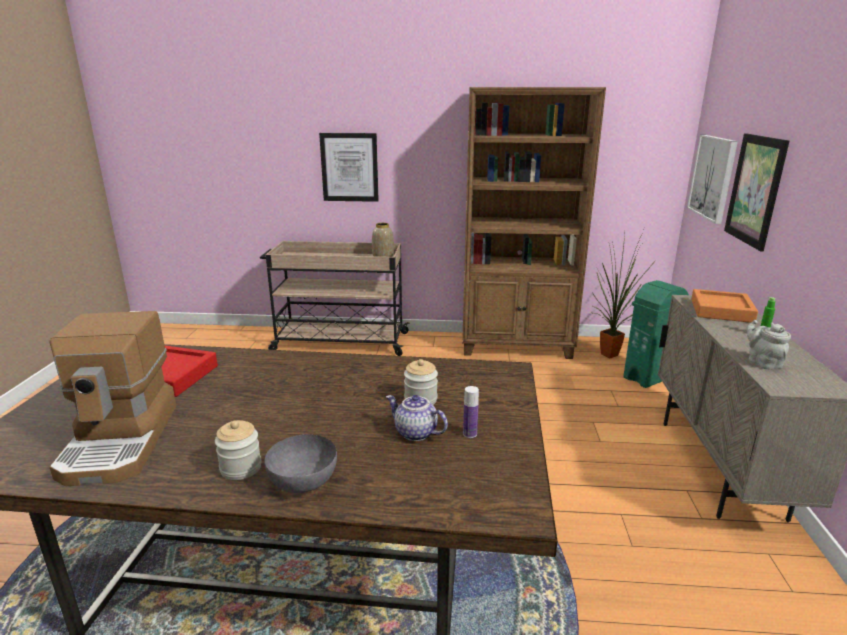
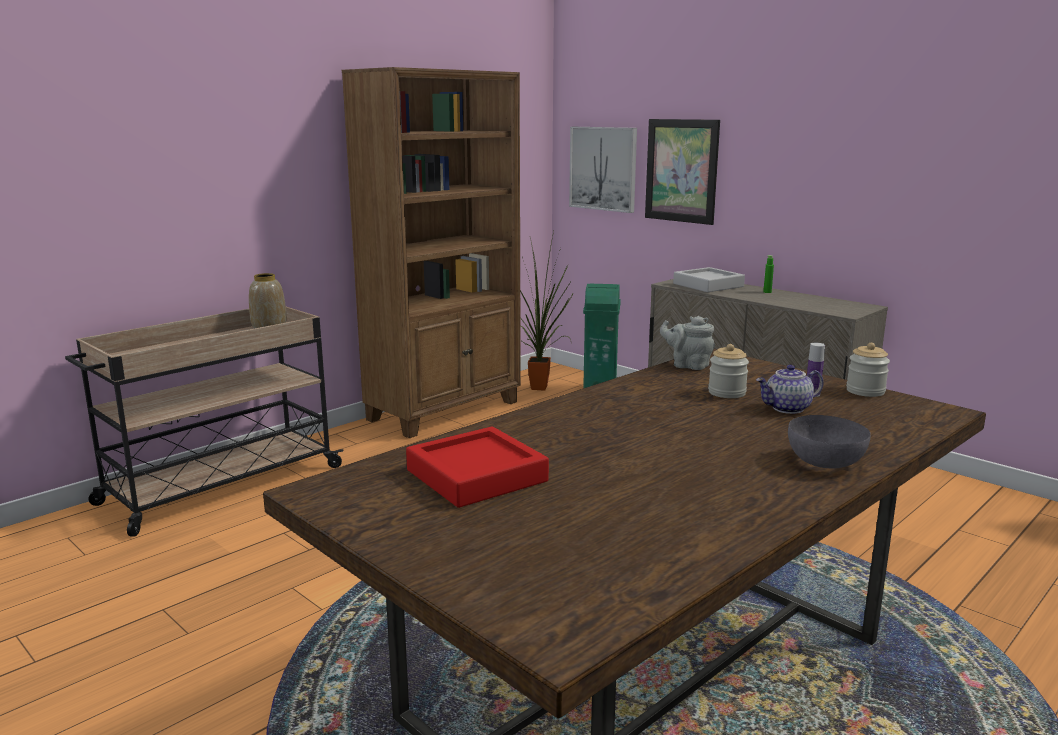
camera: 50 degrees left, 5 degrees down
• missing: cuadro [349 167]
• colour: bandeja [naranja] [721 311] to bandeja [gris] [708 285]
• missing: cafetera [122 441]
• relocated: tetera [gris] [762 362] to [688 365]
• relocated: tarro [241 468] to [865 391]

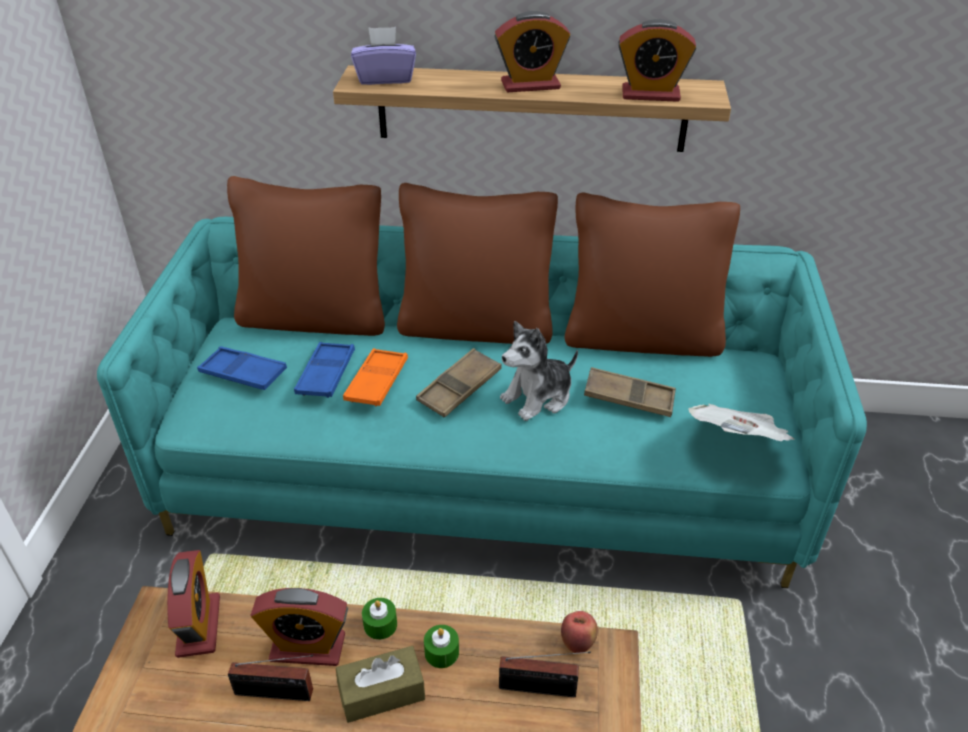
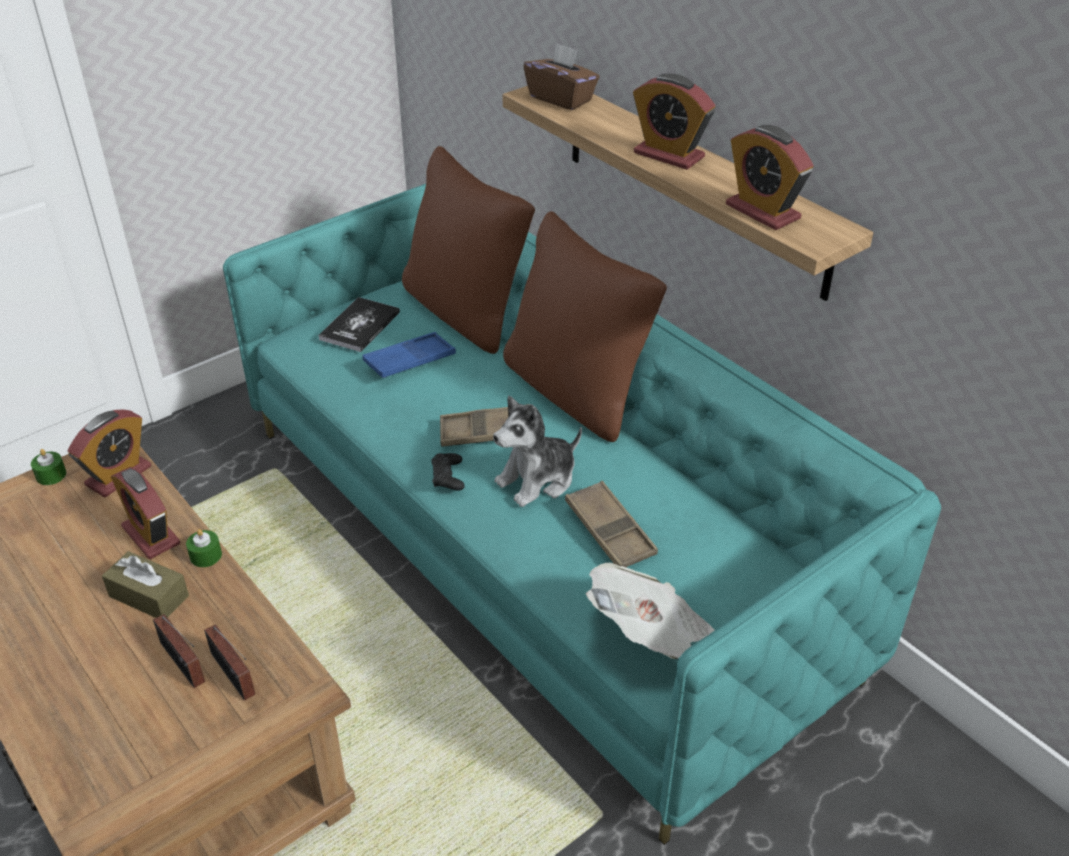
camera: 45 degrees right, 0 degrees up
• colour: caja de pañuelos [morado] [385 78] to caja de pañuelos [marrón] [561 99]
• missing: cojín [marrón] [642 337]
• spun: peluche [538 397] = [537 480] 45 degrees counterclockwise
• exchanged: bandeja [azul] [243 373] to libro [360 326]
• missing: bandeja [naranja] [377 382]
• missing: manzana [577 643]
• relocated: vela [verde] [441 652] to [51 475]
• relocated: radio [278 693] to [183 666]
• appeared: mando de consola [negro] [448 476]

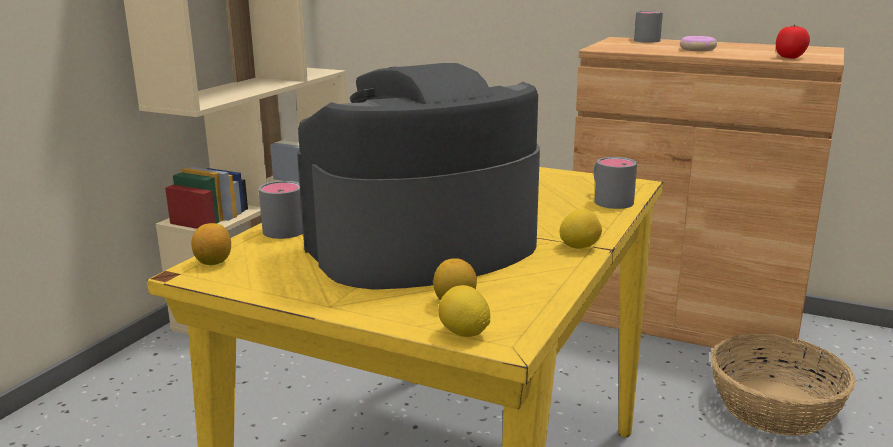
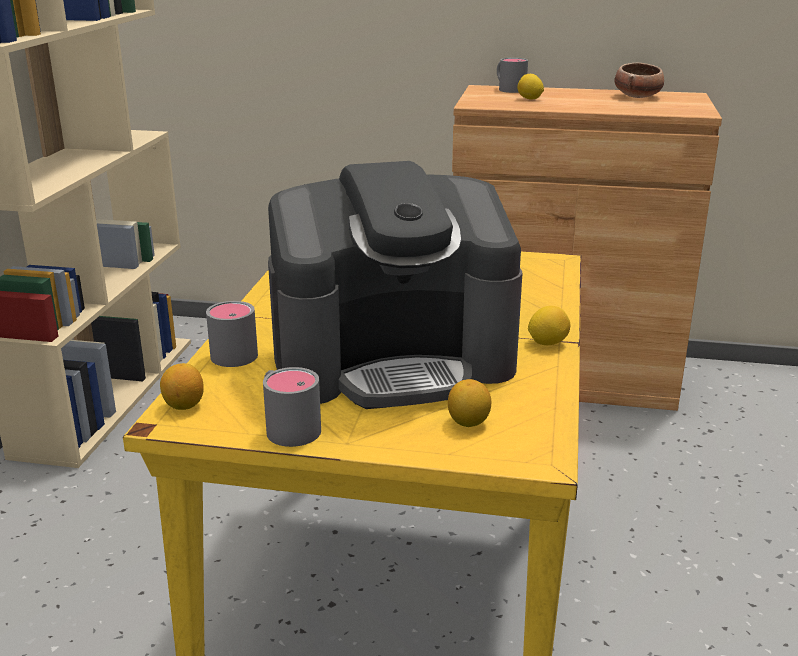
camera: 15 degrees left, 5 degrees up
• missing: tomate [790 57]
• missing: rosquilla [697 49]
• spun: cafetera [422 246] = [393 359] 150 degrees counterclockwise
• relocated: taza grande [gris] [608 199] to [287 426]
• relocated: limón [464 333] to [529 99]
• missing: cesta [773 406]
• appeared: cuenco [637 96]

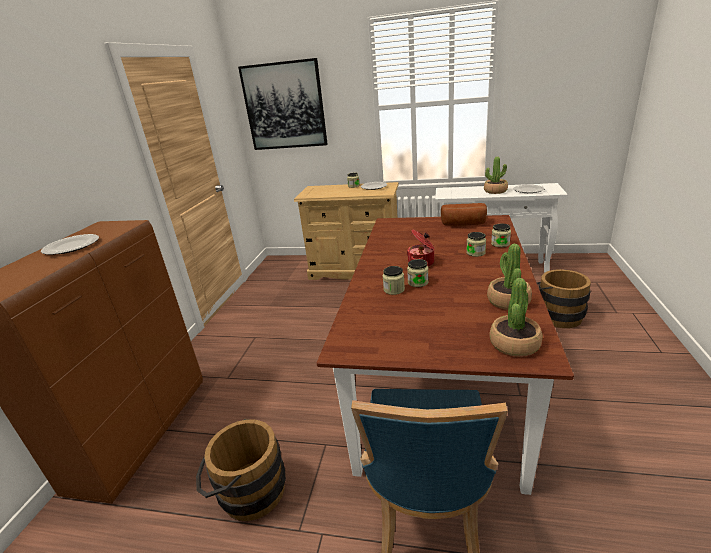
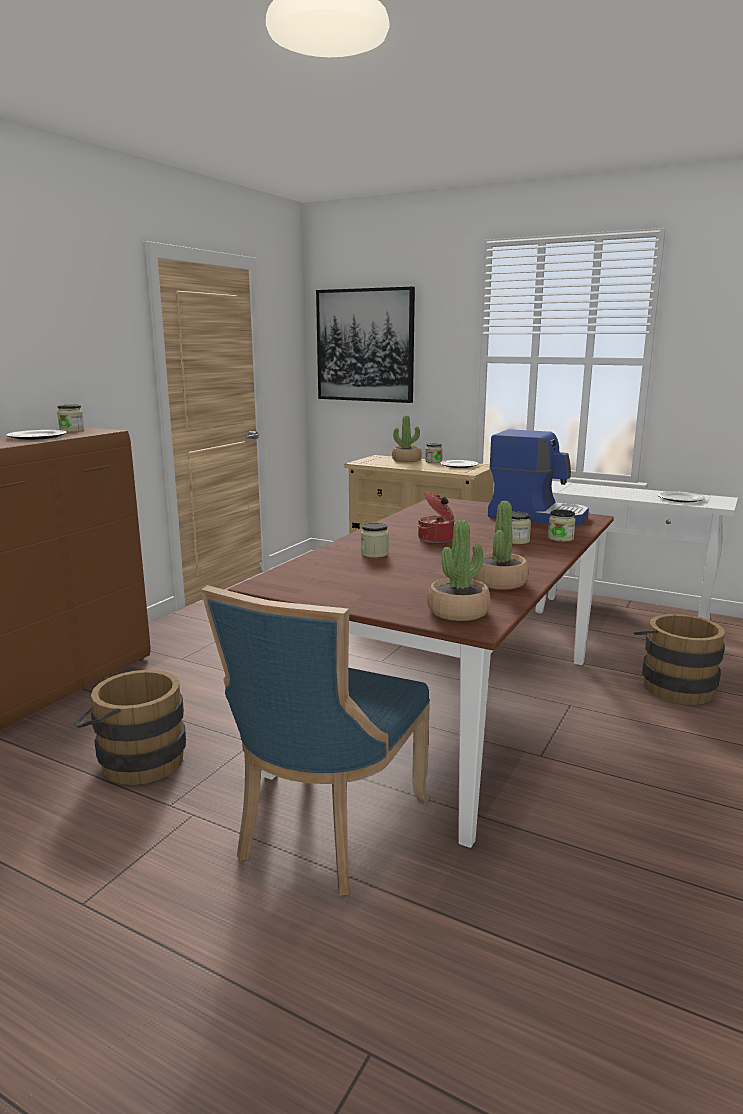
camera: 15 degrees right, 10 degrees down
• relocated: planta en maceta [495 191] to [406 460]
• exchanged: pan [463 224] to cafetera [537 516]
• relocated: tarro [418 282] to [72 430]

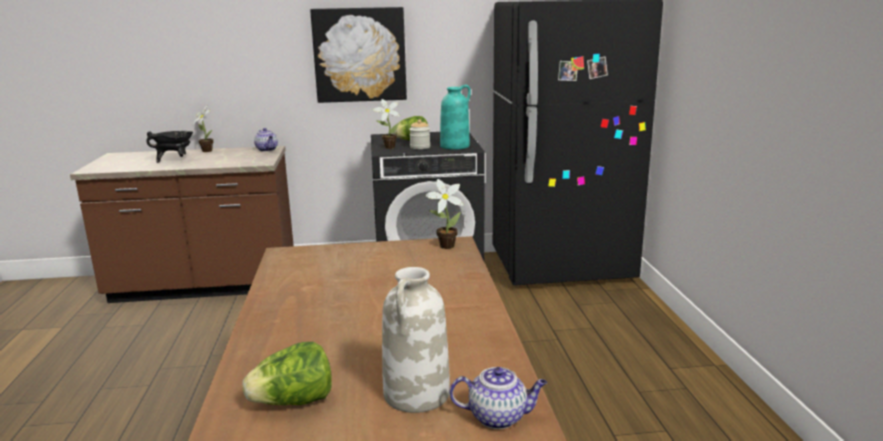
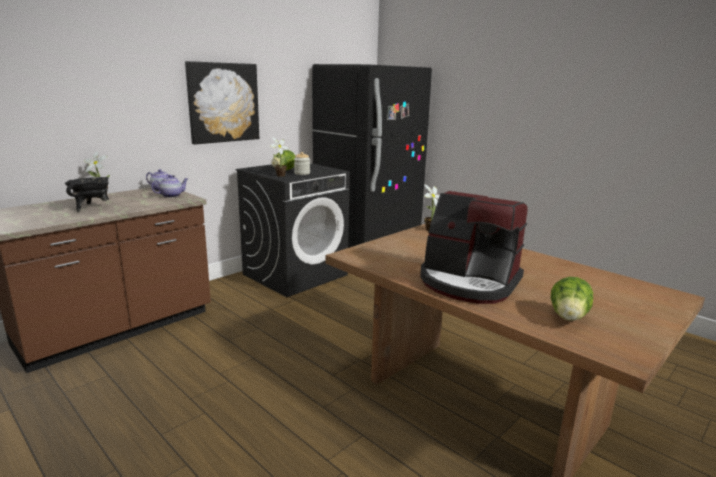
camera: 40 degrees left, 0 degrees up
• missing: florero [turquesa] [455 146]
• missing: florero [blanco] [417 394]
• relocated: tetera [499 417] to [172 195]
• appeared: cafetera [468 283]

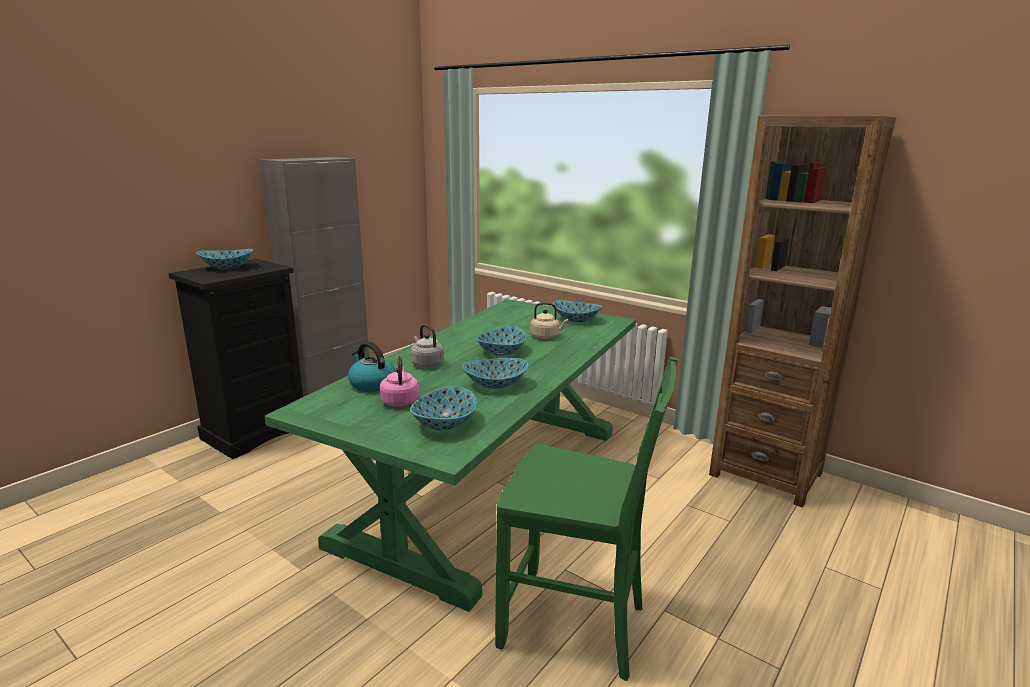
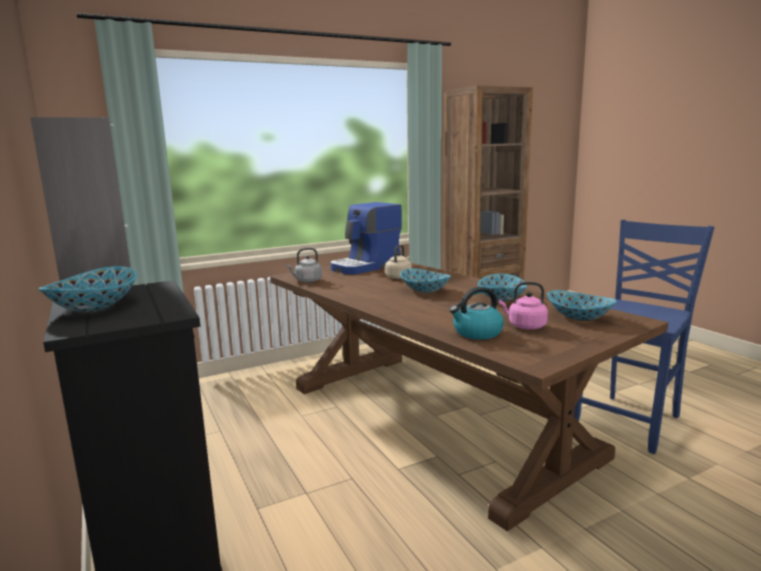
camera: 65 degrees left, 5 degrees down
• colour: mesa de comedor [verde] [489 483] to mesa de comedor [marrón] [434 419]
• exchanged: cuenco [576 320] to cafetera [366 266]
• relocated: hervidor [gris] [426 363] to [307 281]
• colour: silla [verde] [575 626] to silla [azul] [629 421]

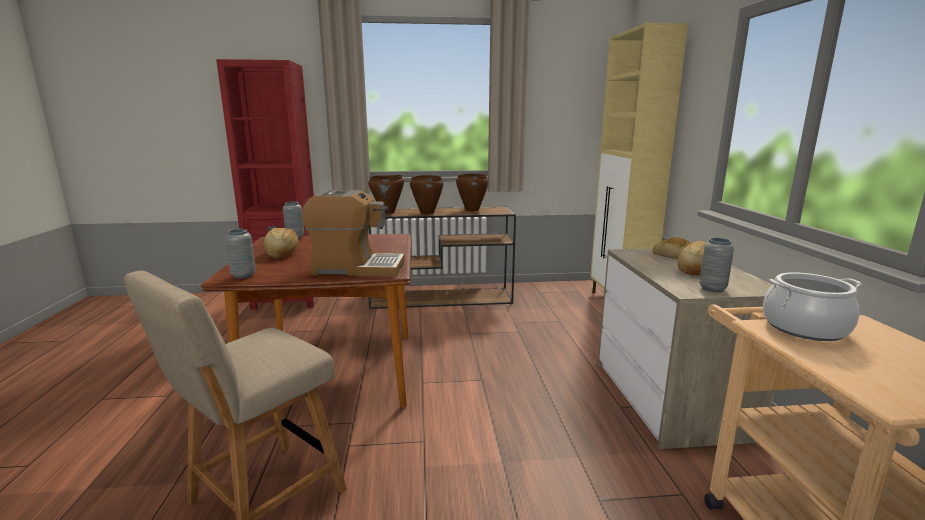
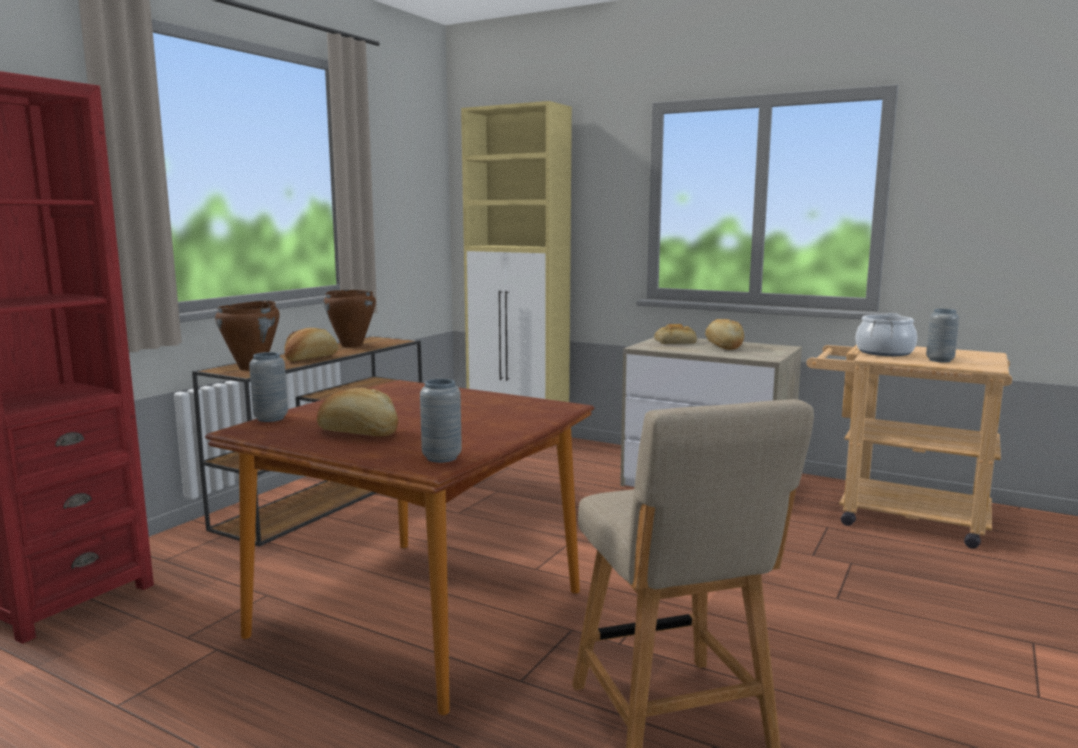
camera: 55 degrees left, 5 degrees down
• exchanged: olla [marrón] [426 213] to pan [311 358]
• missing: cafetera [357 268]
• relocated: florero [gris] [712 289] to [939 360]

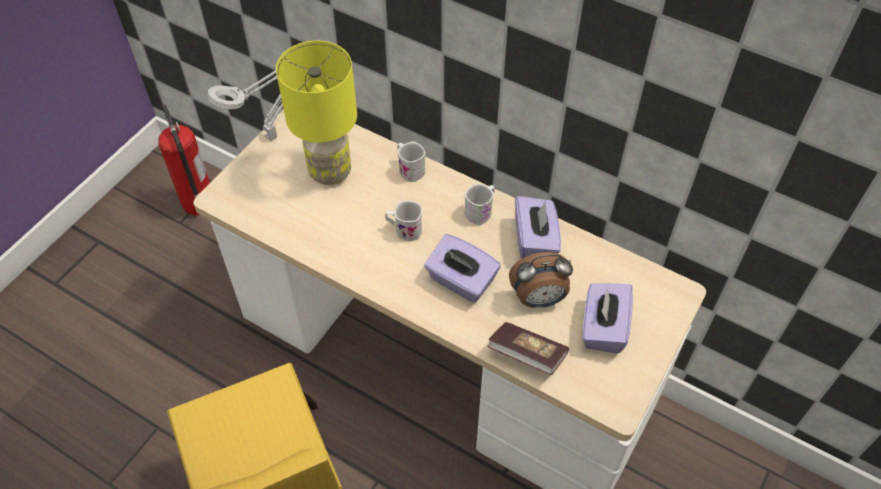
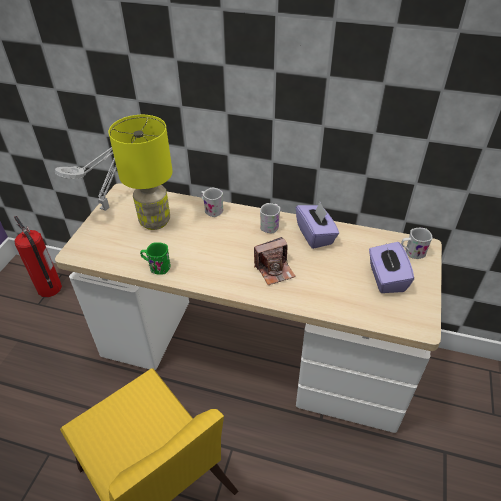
camera: 15 degrees left, 10 degrees down
• relocated: taza grande [blanco] [404 230] to [411 252]
• exchanged: caja de pañuelos [morado] [461 281] to cámara [274 270]
• missing: despertador [539 299]
• missing: libro [527 355]
• appeared: taza grande [verde] [156 267]

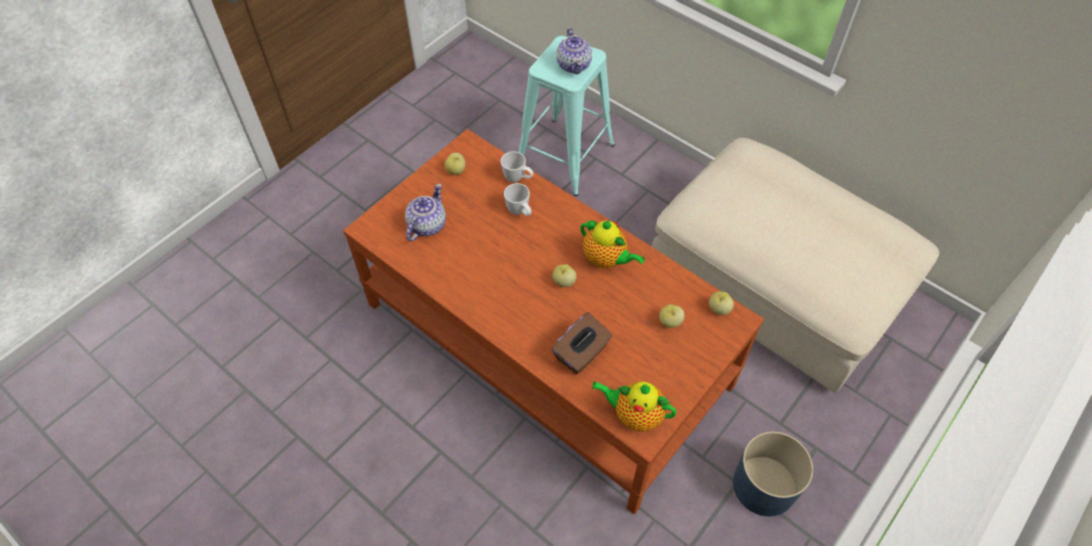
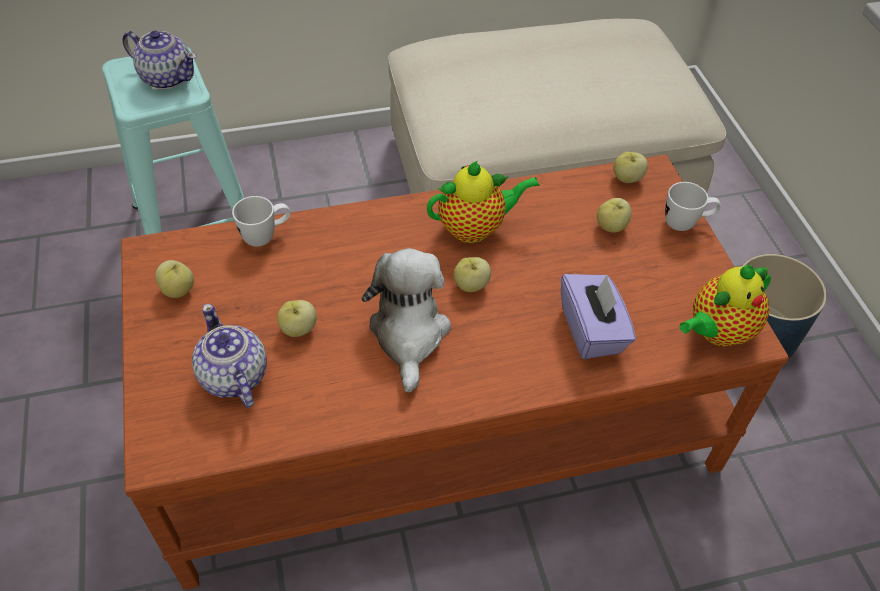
camera: 55 degrees left, 5 degrees down
• relocated: taza grande [blanco] [520 212] to [686 223]
• colour: caja de pañuelos [marrón] [581 353] to caja de pañuelos [morado] [592 331]
• appeared: peluche [409 334]
• appeared: manzana [298 329]

